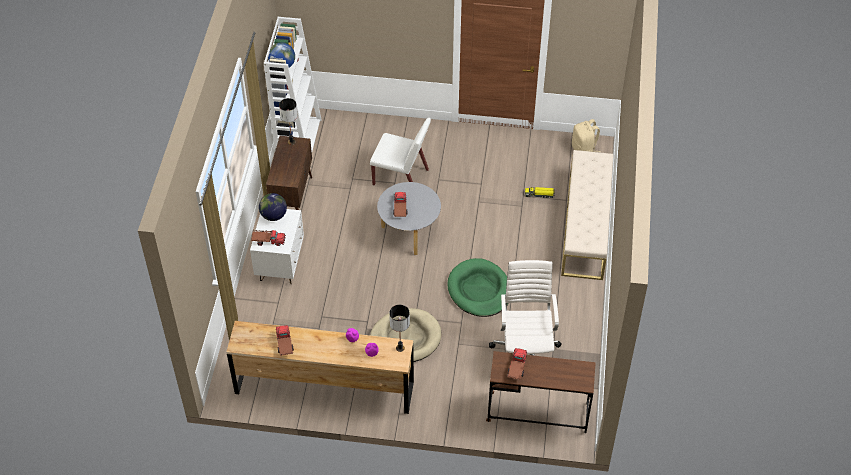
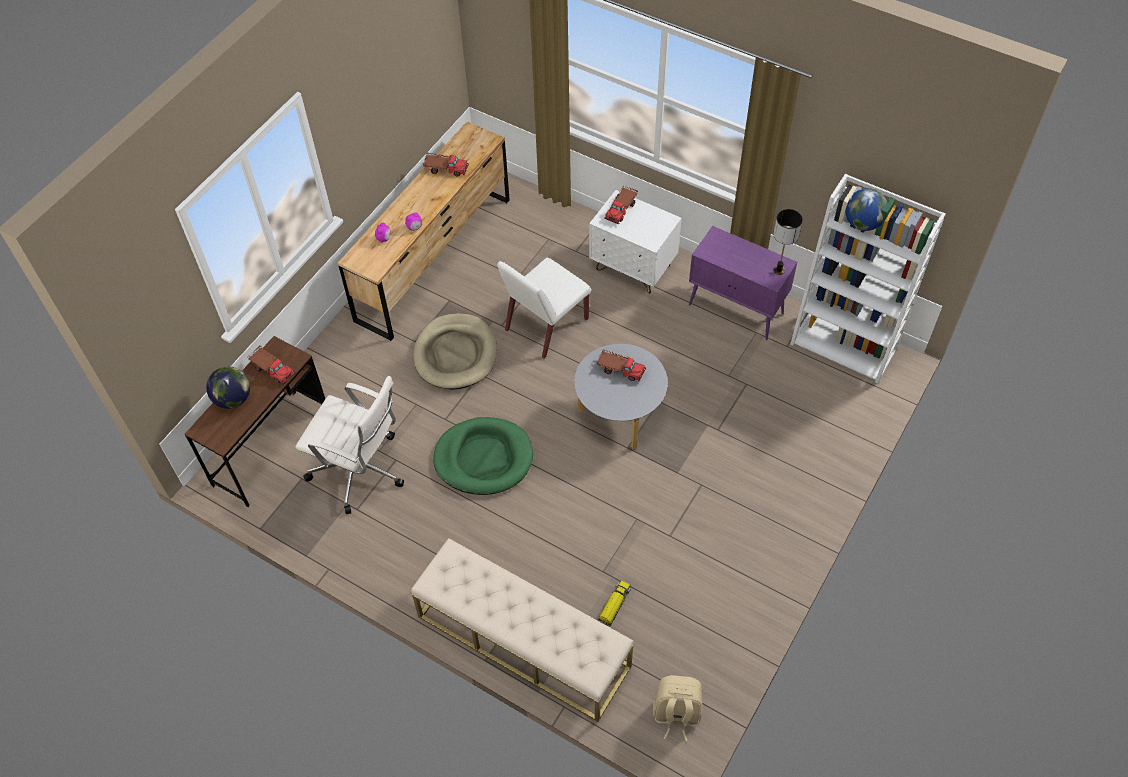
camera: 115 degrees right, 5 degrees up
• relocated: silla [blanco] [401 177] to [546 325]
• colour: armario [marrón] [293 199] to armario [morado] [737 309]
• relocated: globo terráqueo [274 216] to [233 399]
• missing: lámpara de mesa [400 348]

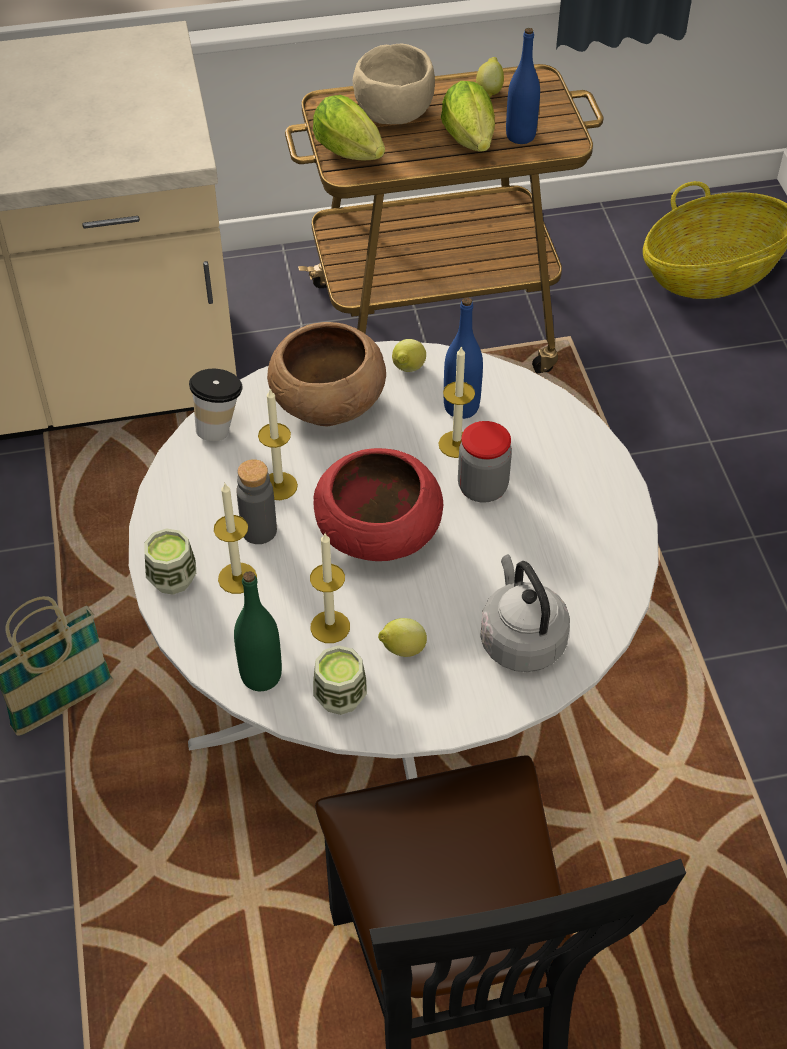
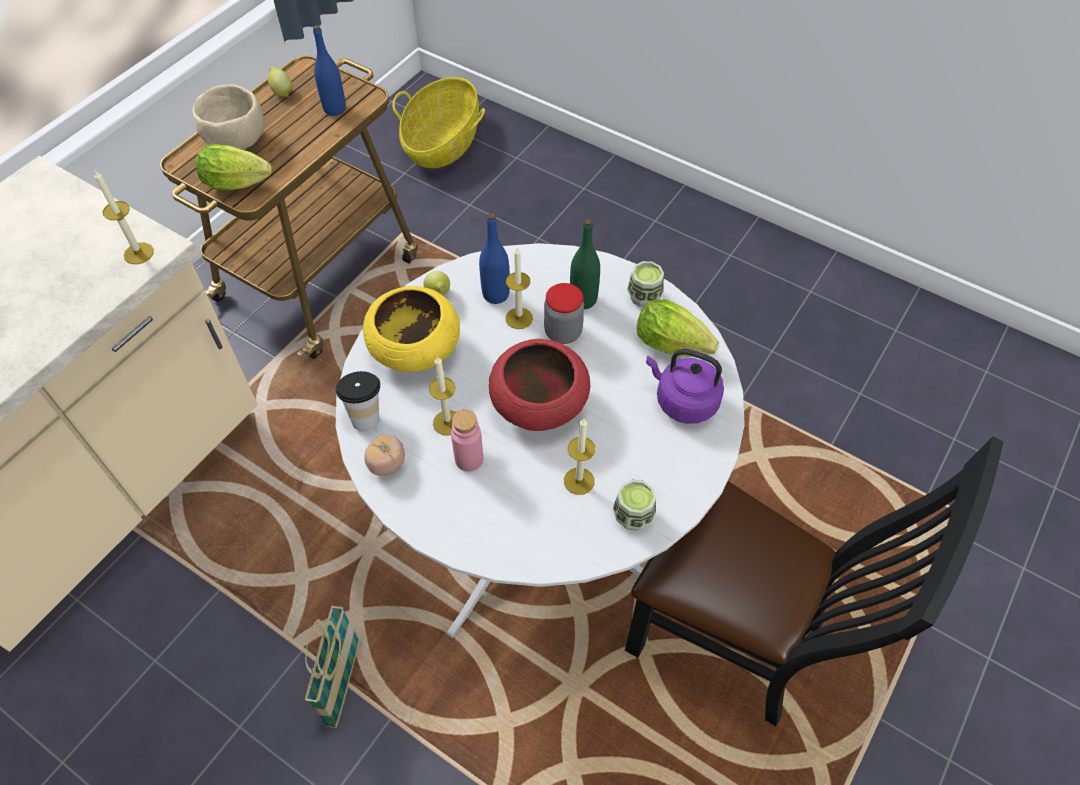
camera: 45 degrees left, 5 degrees up
• relocated: lechuga [471 142] to [675 346]
• colour: cuenco [marrón] [327 403] to cuenco [amarillo] [415 350]
• colour: botella [gris] [259 530] to botella [rosa] [469 459]
• relocated: vela [237 578] to [138 253]
• relocated: taza [172 578] to [644 297]
• colour: hervidor [gris] [520 639] to hervidor [morado] [683 401]
• relocated: botella [verde] [261 676] to [583 299]
• missing: limón [402 650]
• appeared: tomate [387 464]

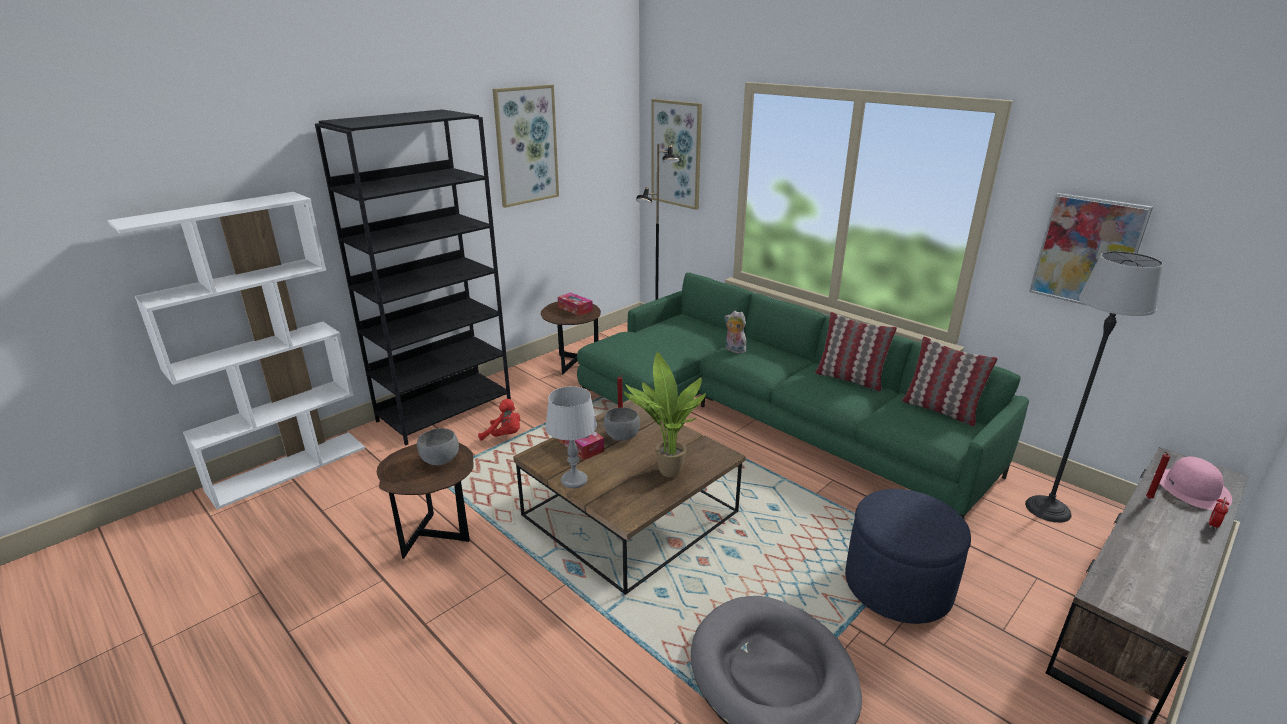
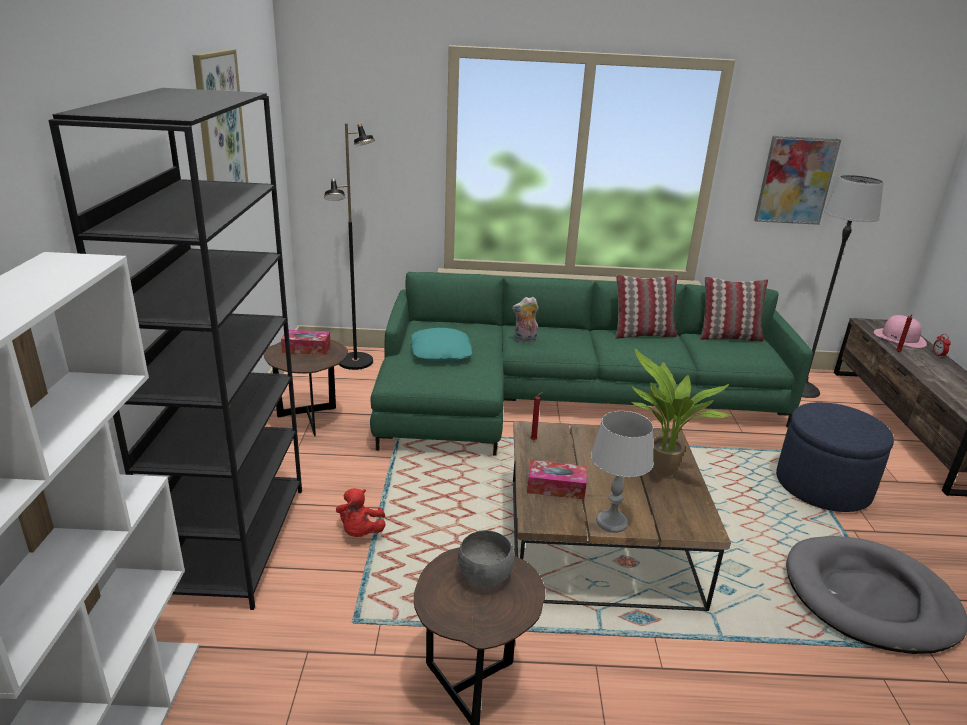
camera: 45 degrees left, 0 degrees up
• missing: cuadro [676 154]
• spun: peluche [rojo] [504 436] = [360 532] 120 degrees clockwise
• missing: cuenco [gris] [621 436]
• appeared: cojín [turquesa] [441 352]

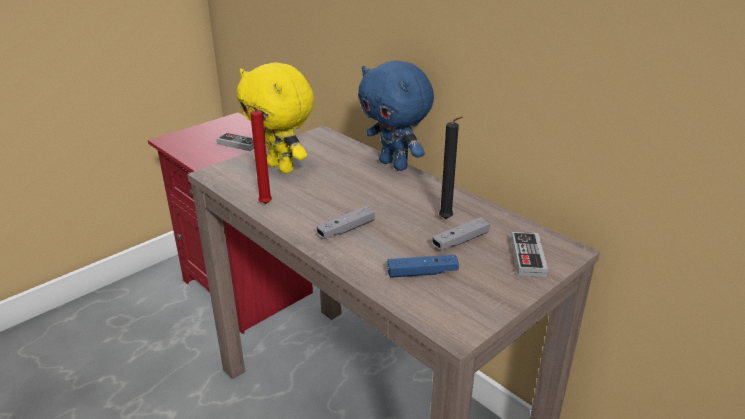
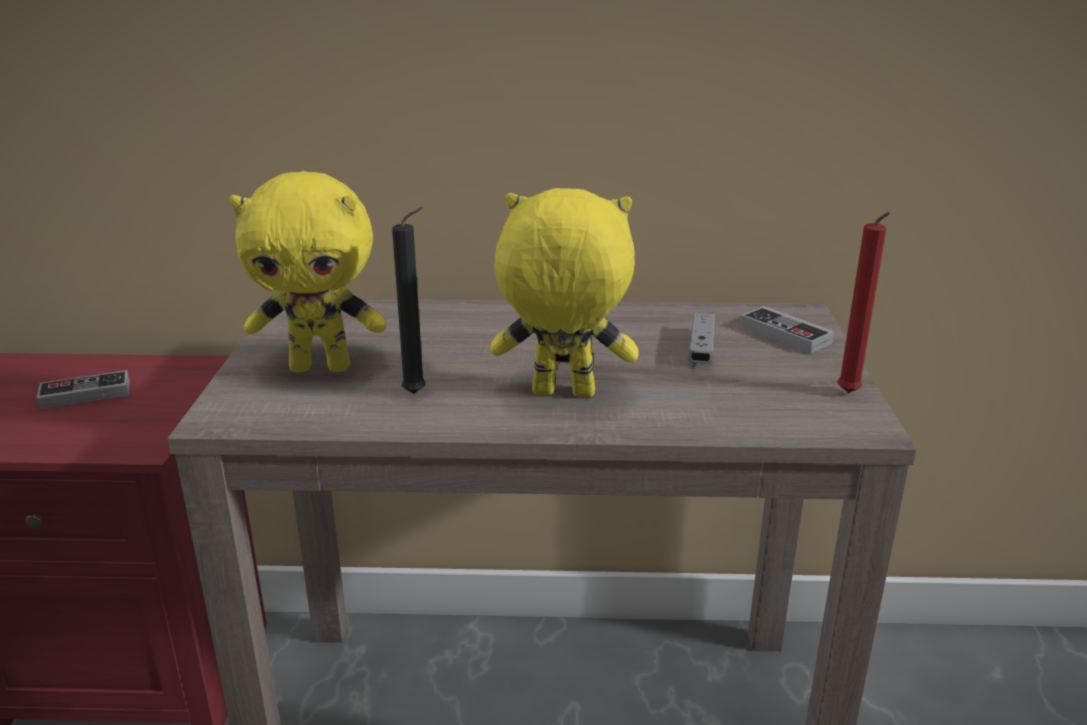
camera: 45 degrees left, 5 degrees down
• missing: peluche [azul] [395 165]
• relocated: vela [rojo] [263 205] to [849 395]
• relocated: vela [negro] [447 219] to [418 394]
• exchanged: mando de consola [gris] [346 229] to peluche [amarillo] [562 395]
• missing: mando de consola [azul] [422 273]

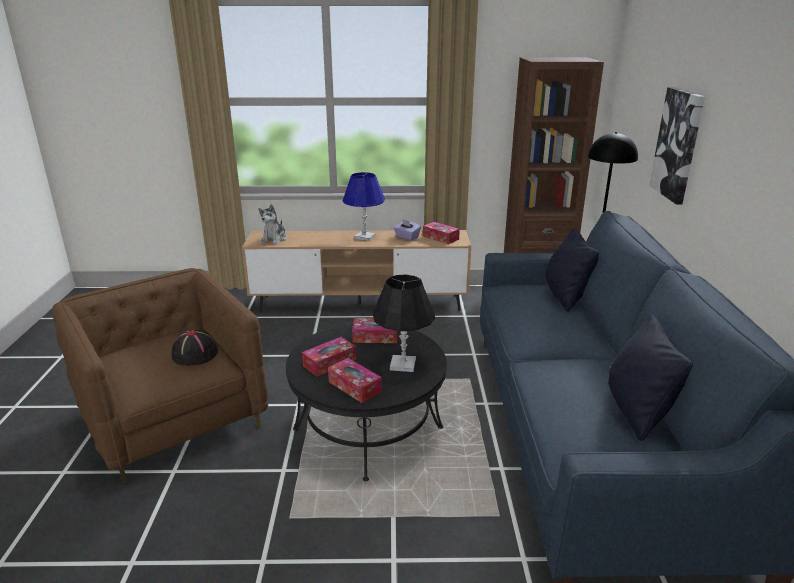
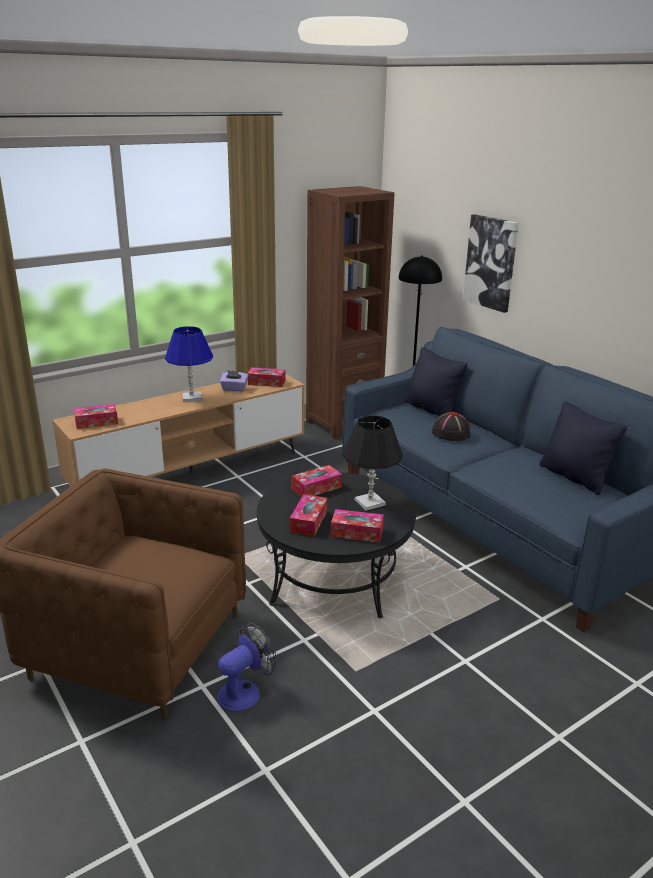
camera: 35 degrees left, 0 degrees up
• exchanged: peluche [274 239] to caja de pañuelos [96 422]
• relocated: sombrero [negro] [194 354] to [450 433]
• appeared: ventilador [245 691]

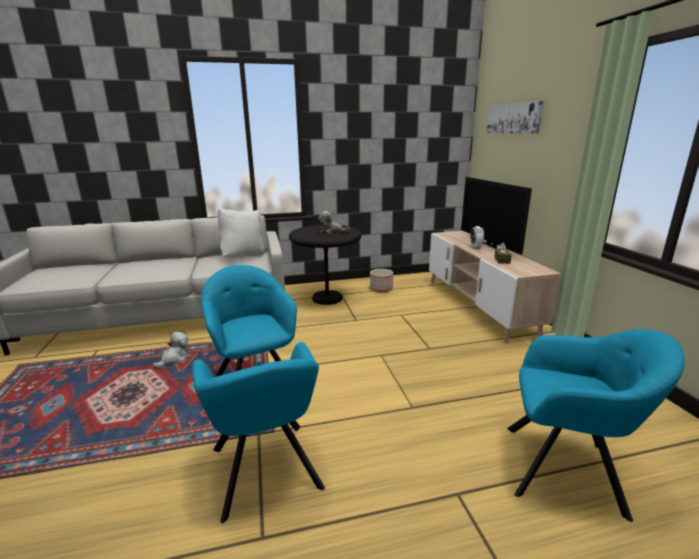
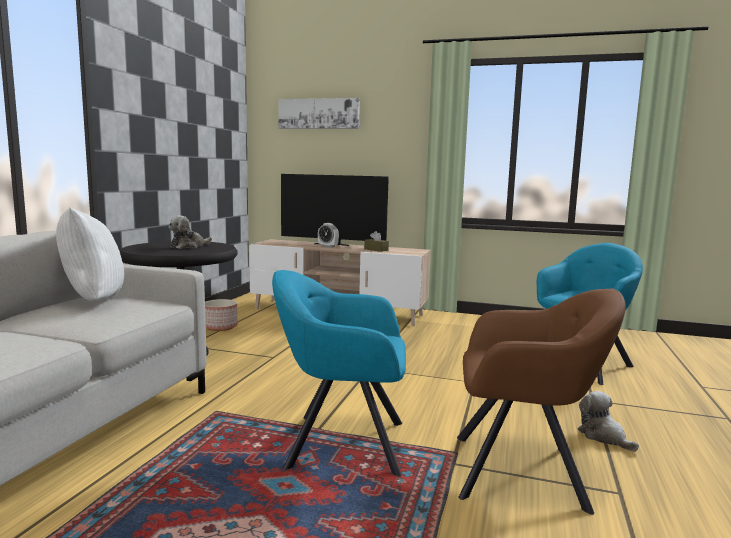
camera: 60 degrees left, 10 degrees down
• relocated: peluche [175 359] to [603 436]
• colour: sillón [turquesa] [267 471] to sillón [marrón] [524 471]

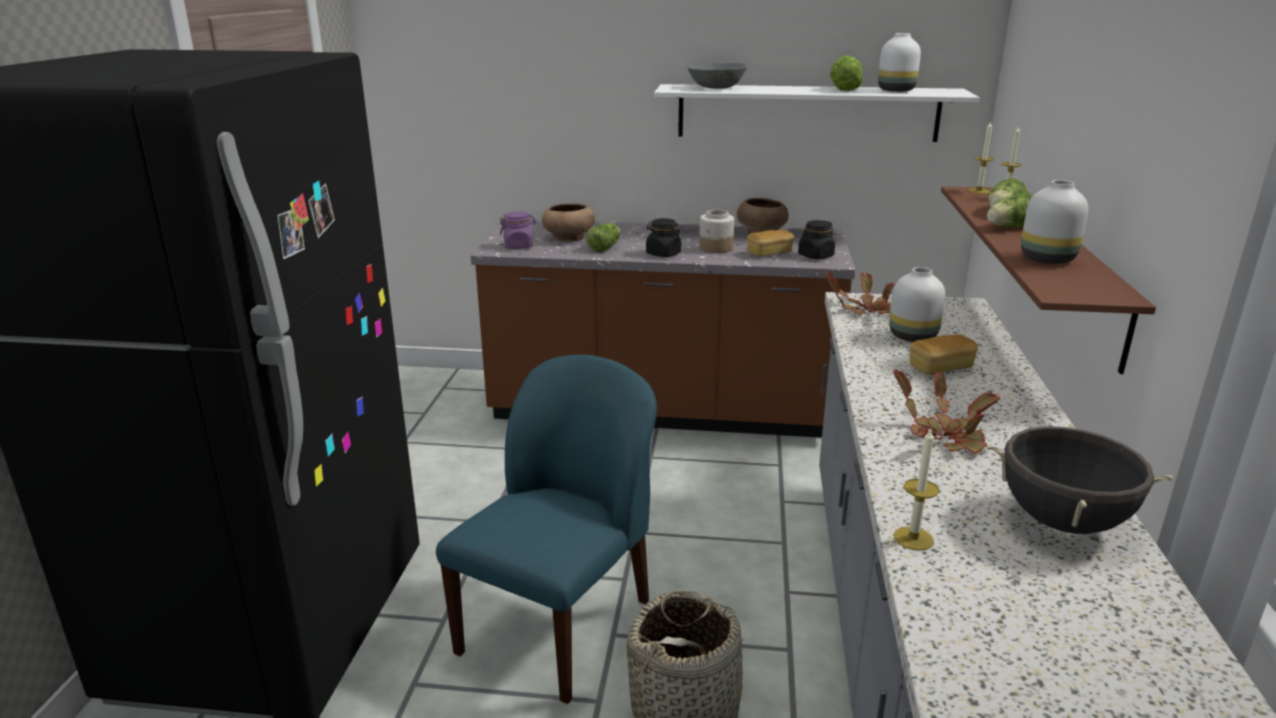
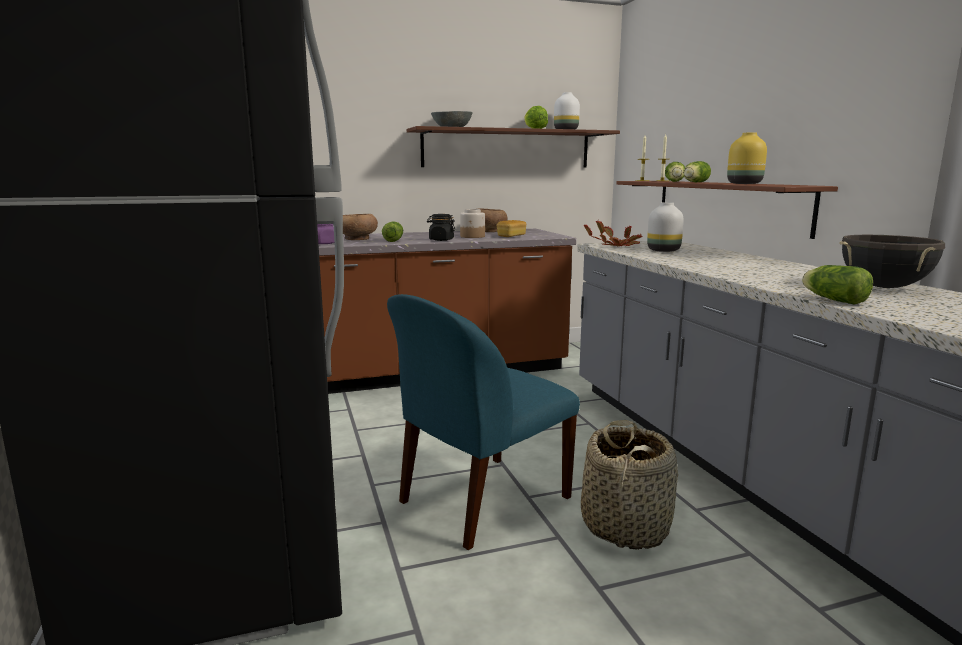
camera: 25 degrees left, 10 degrees down
• colour: estante [blanco] [807 112] to estante [marrón] [507 149]
• colour: florero [blanco] [1045 259] to florero [amarillo] [743 184]
• missing: tarro [negro] [815 256]
• missing: pan [940 368]
• spun: silla [azul] [559 624] = [481 501] 135 degrees counterclockwise
• missing: planta en maceta [945 436]
• exchanged: vela [913 538] to lechuga [832 299]

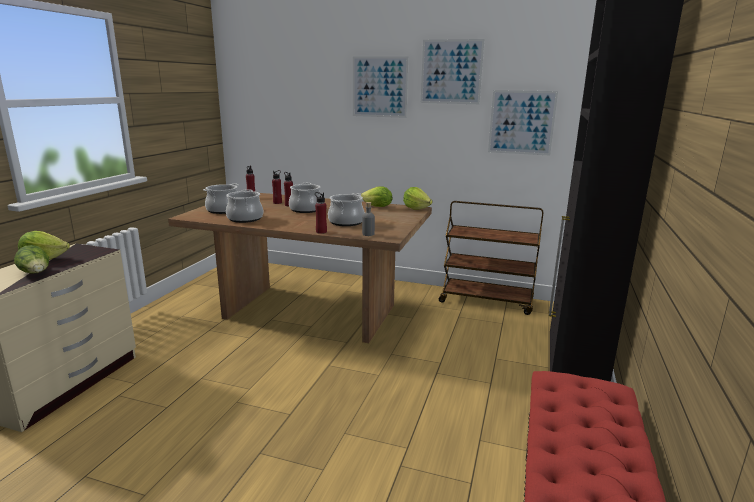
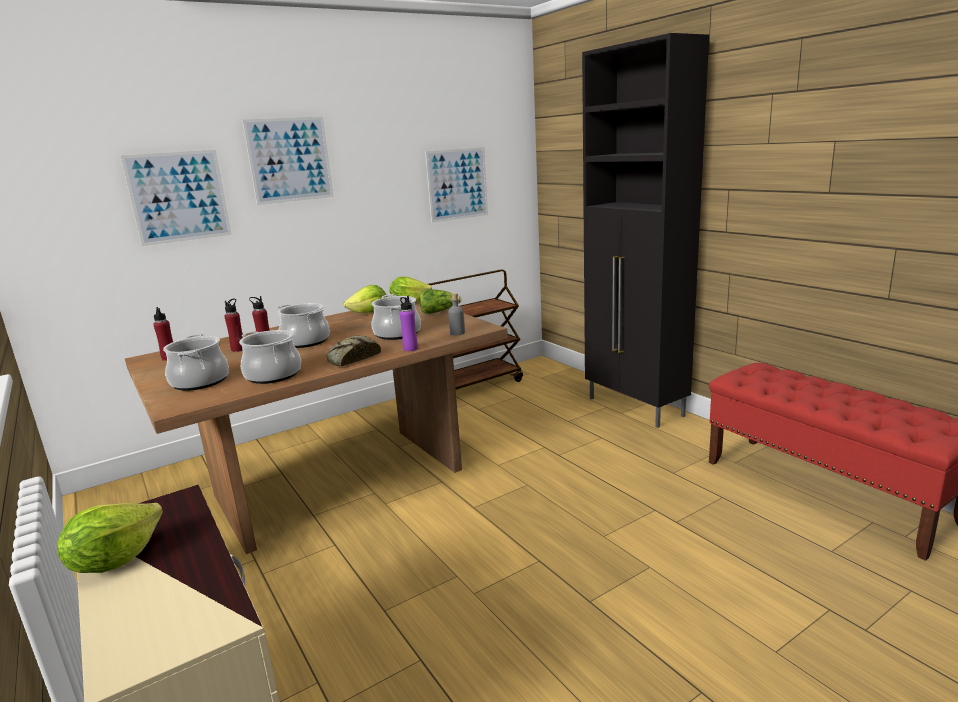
camera: 50 degrees left, 0 degrees up
• relocated: cuadro [451 72] to [179 197]
• colour: botella [rojo] [321 232] to botella [morado] [410 349]
• relocated: lechuga [36 273] to [439 312]
• appeared: pan [352 358]

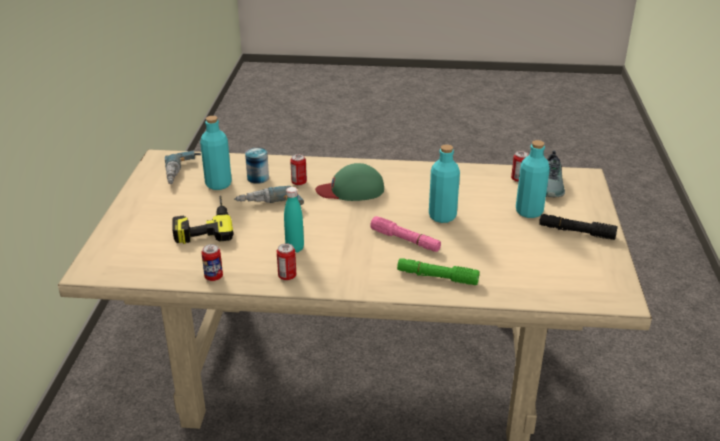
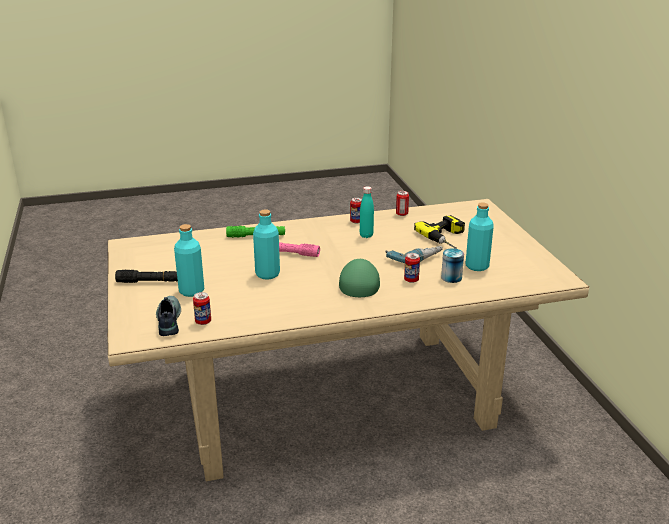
camera: 160 degrees right, 5 degrees down
• missing: taladro [183 173]
• spun: gorra [verde] [351 190] = [359 282] 60 degrees counterclockwise

